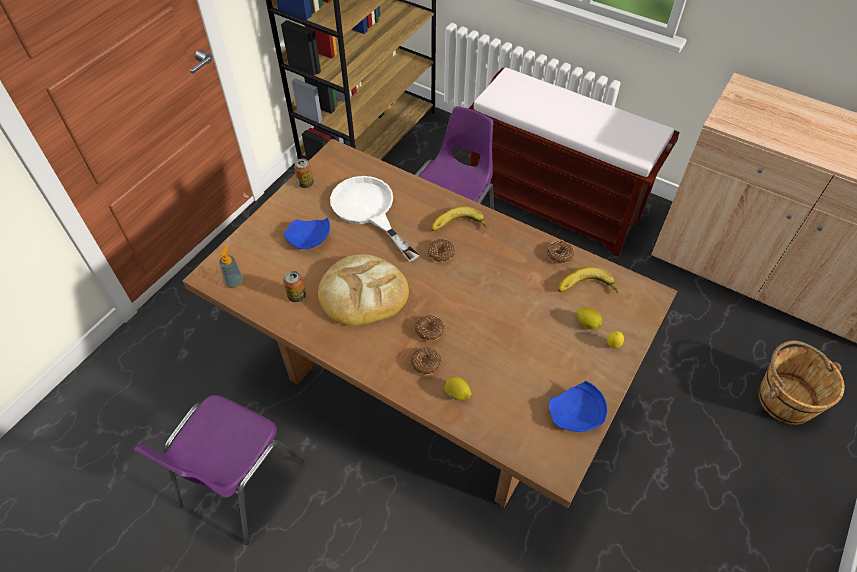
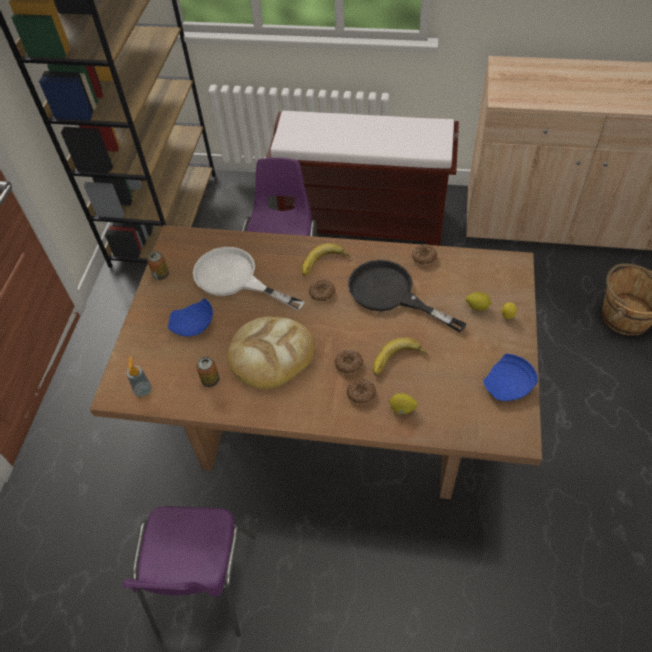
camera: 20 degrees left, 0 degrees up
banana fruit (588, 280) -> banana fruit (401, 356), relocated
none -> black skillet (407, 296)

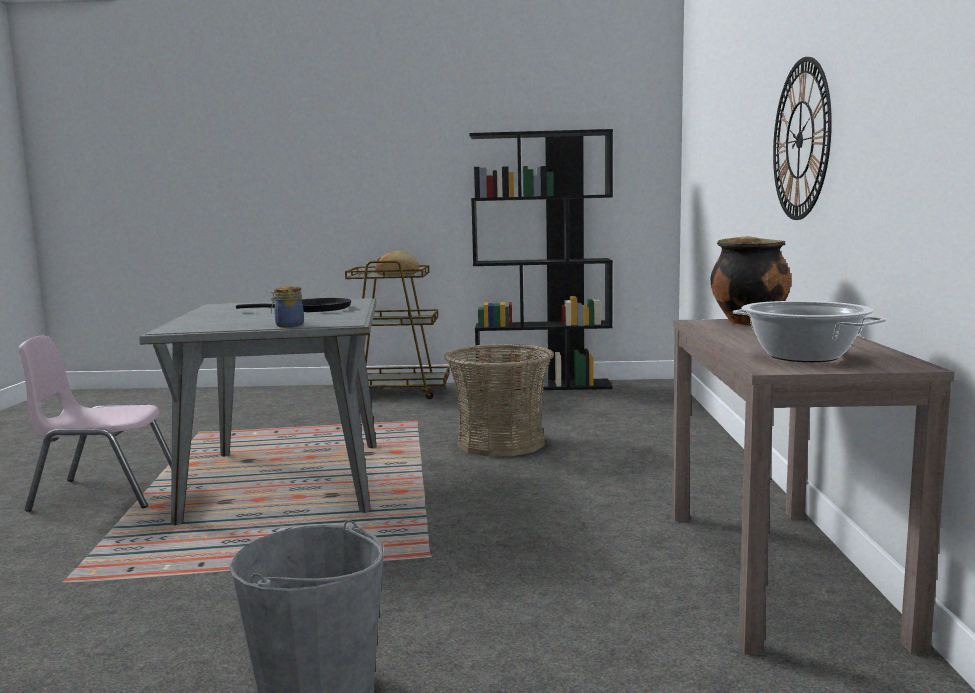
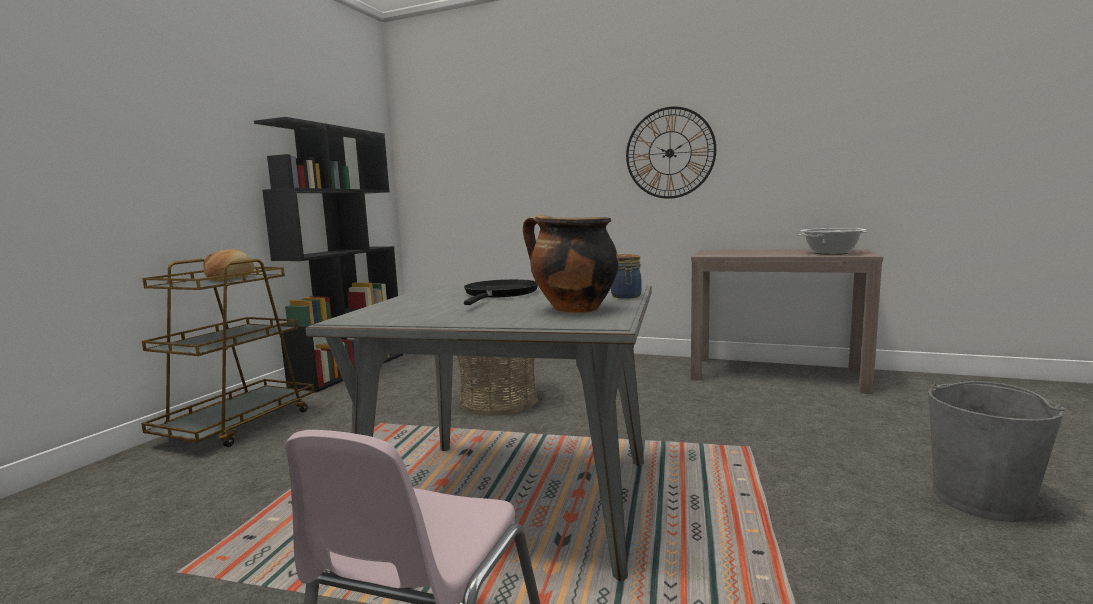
camera: 70 degrees left, 0 degrees up
saucepot (751, 280) -> saucepot (571, 264), relocated

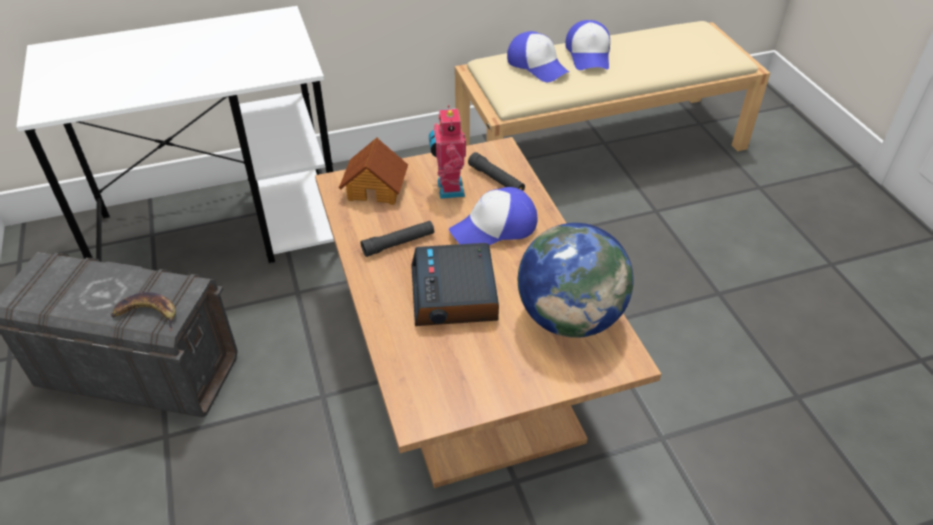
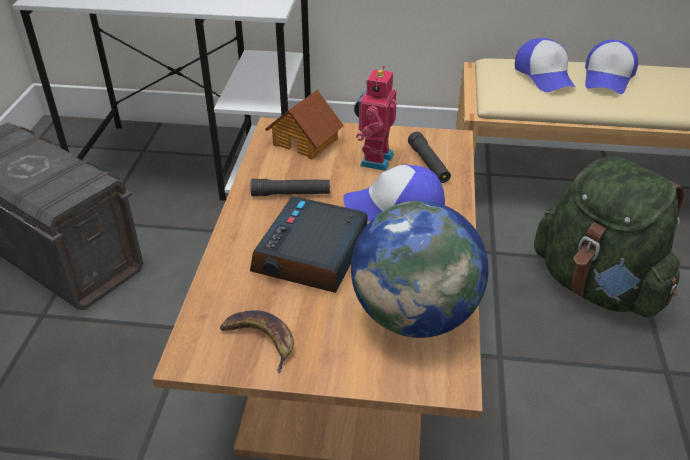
camera: 25 degrees right, 5 degrees down
banana fruit (143, 312) -> banana fruit (257, 342), relocated
none -> green-coloured rucksack (609, 237)

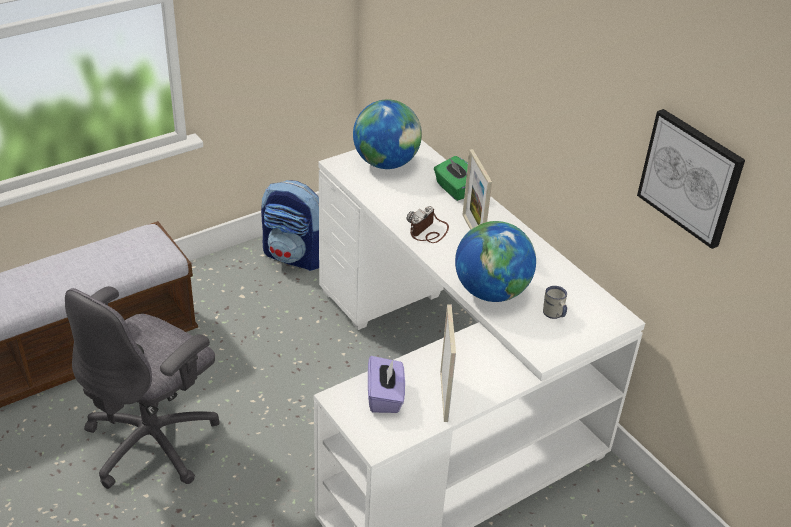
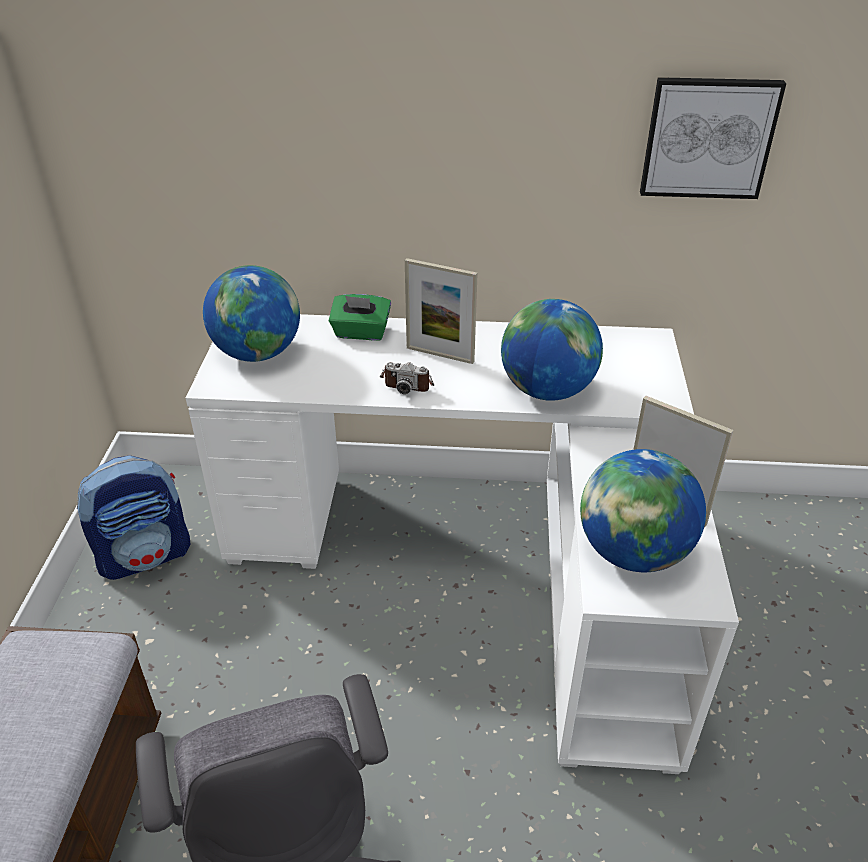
camera: 50 degrees left, 0 degrees up
purple tissue holder (386, 384) -> world globe (643, 510)
photo camera (428, 224) -> photo camera (406, 378), 60 degrees counterclockwise
white-coloured coffee mug (555, 302) -> none

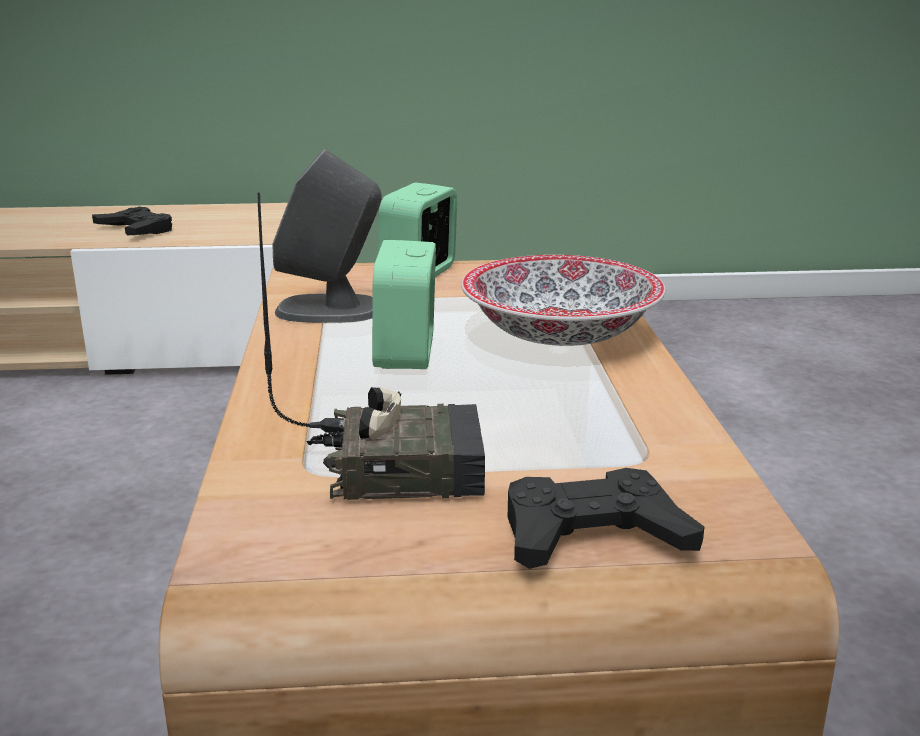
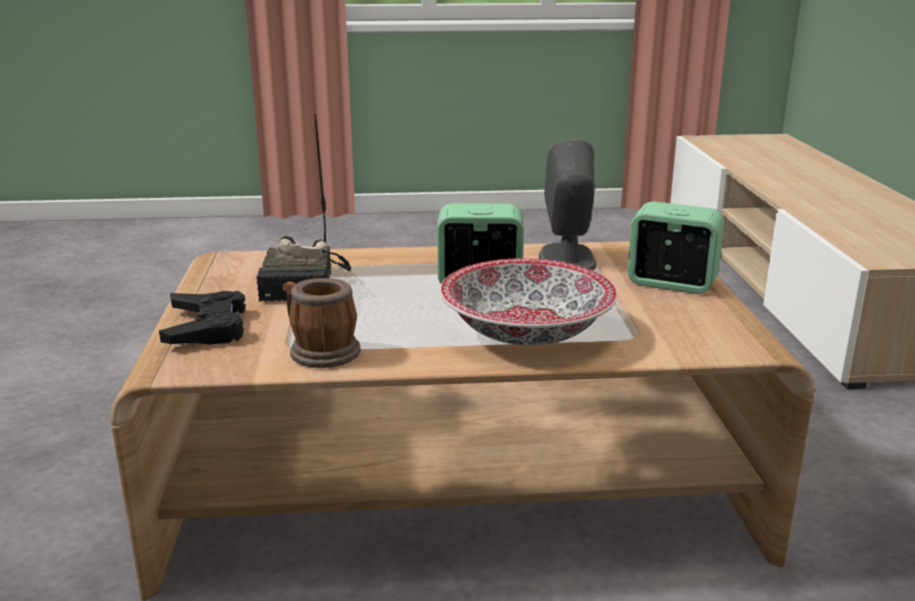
camera: 90 degrees right, 0 degrees up
black gamepad (132, 221) -> none
none -> coffee mug (322, 323)

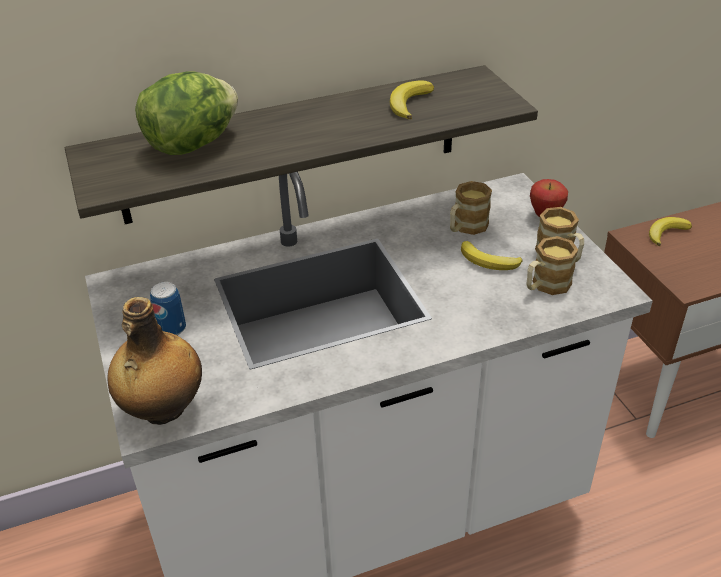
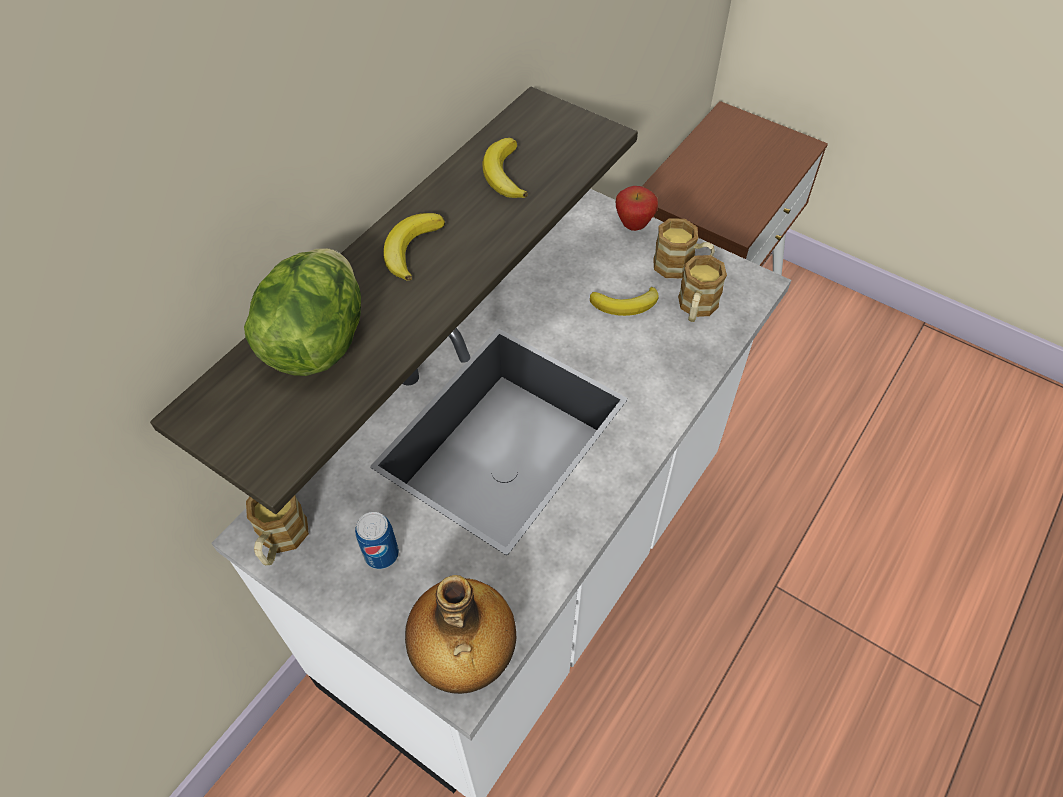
camera: 35 degrees left, 15 degrees up
coffee mug (471, 208) -> coffee mug (277, 530), relocated
banana fruit (670, 231) -> banana fruit (414, 247), relocated

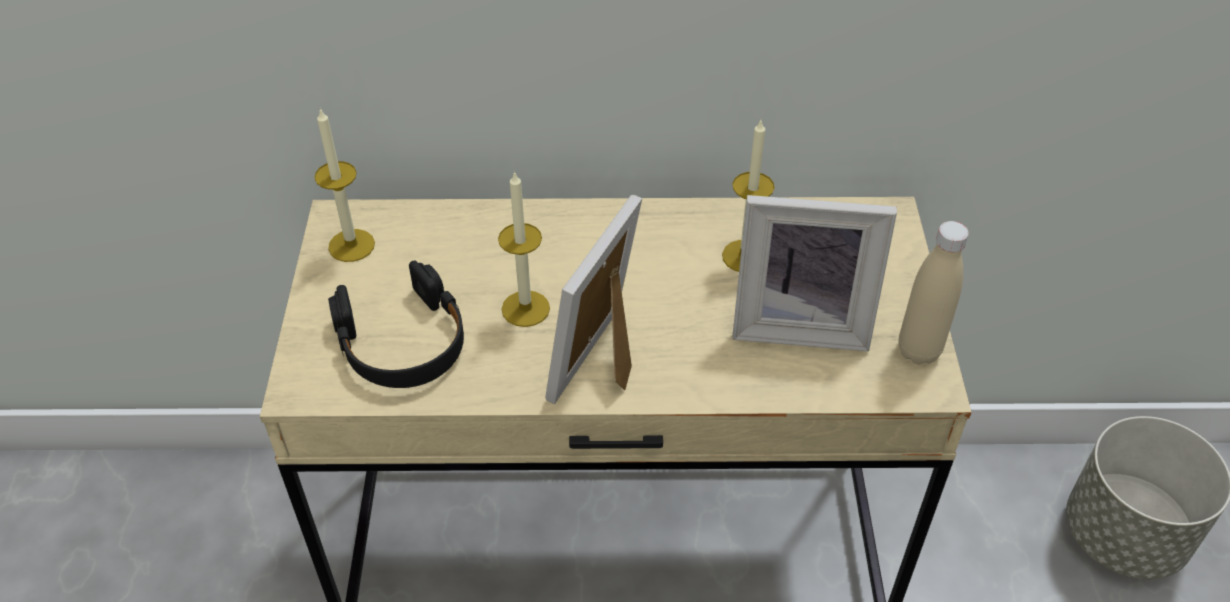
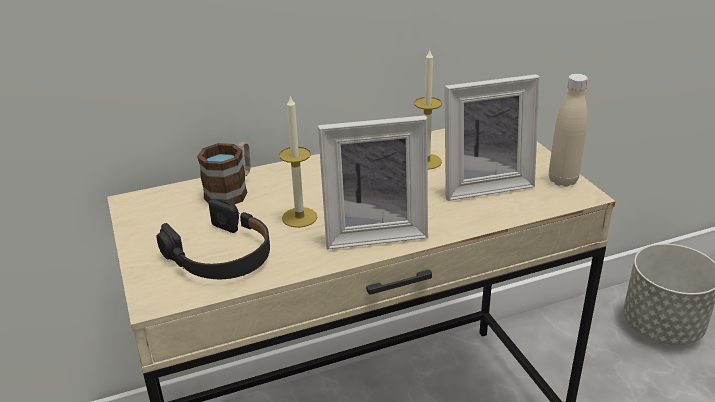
camera: 20 degrees left, 15 degrees down
candle (344, 185) -> none
standing frame (593, 299) -> standing frame (373, 182), 105 degrees counterclockwise
none -> coffee mug (224, 173)

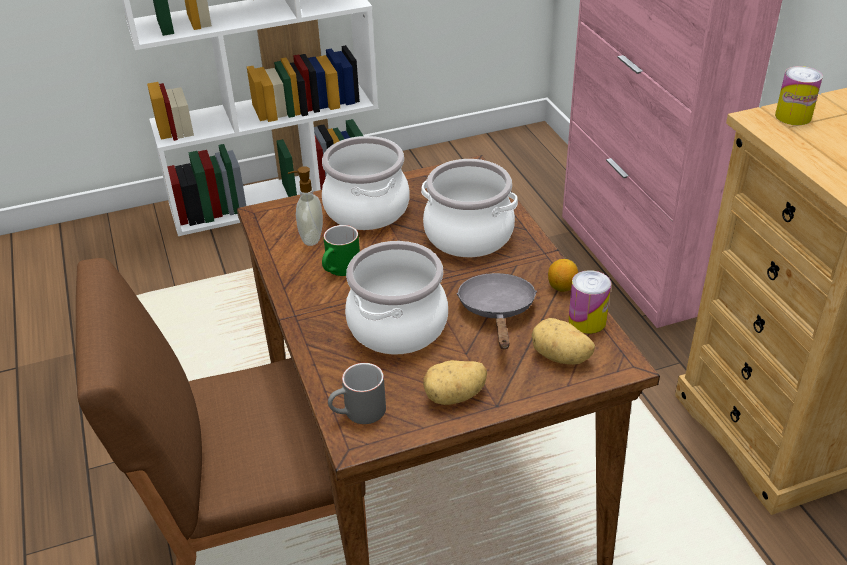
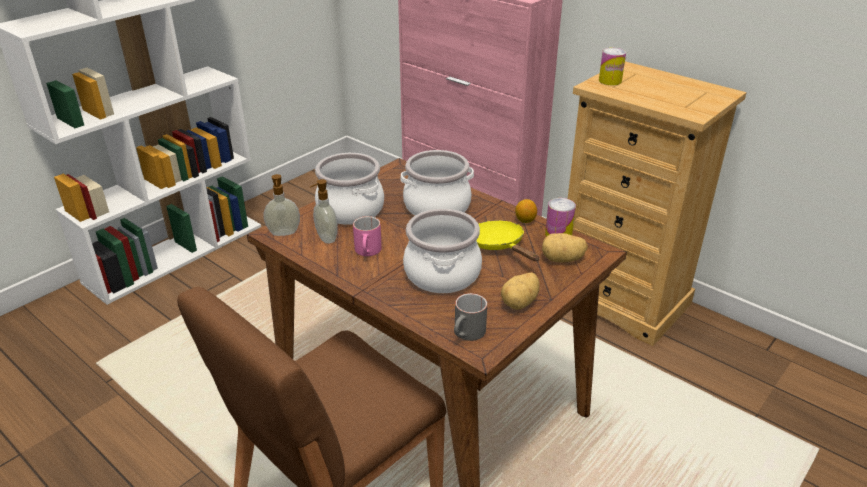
camera: 30 degrees left, 5 degrees down
green-coloured coffee mug (341, 250) -> pink-coloured coffee mug (367, 236)
greyish skillet (497, 311) -> yellowish skillet (507, 240)
none -> liquid soap bottle (282, 205)

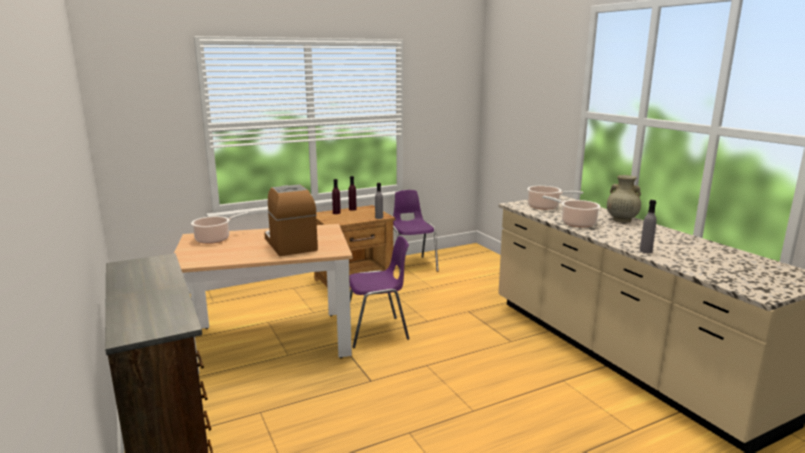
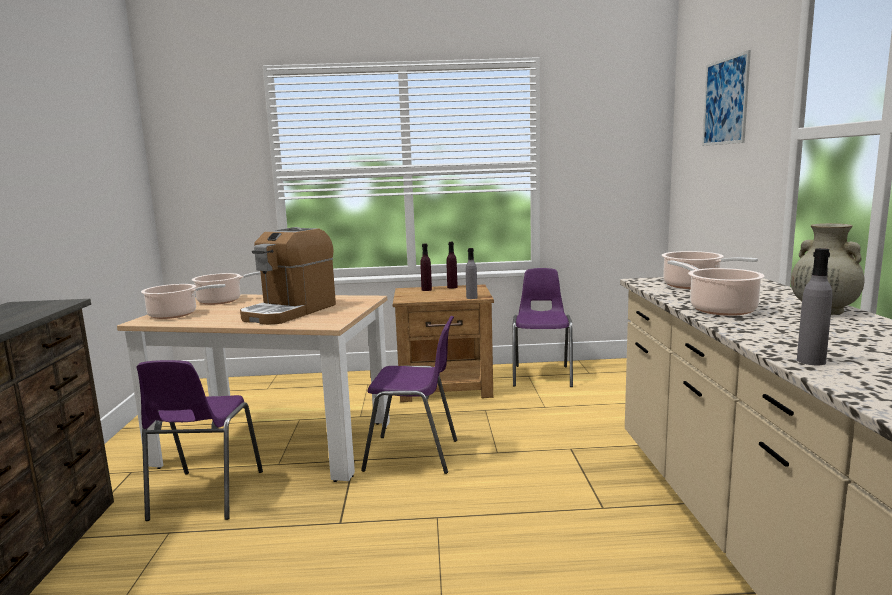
camera: 25 degrees right, 5 degrees down
coffee brewer (291, 220) -> coffee brewer (288, 276), 150 degrees counterclockwise
none -> purple upright chair (200, 440)
none -> saucepot (183, 301)
none -> wall art (726, 98)

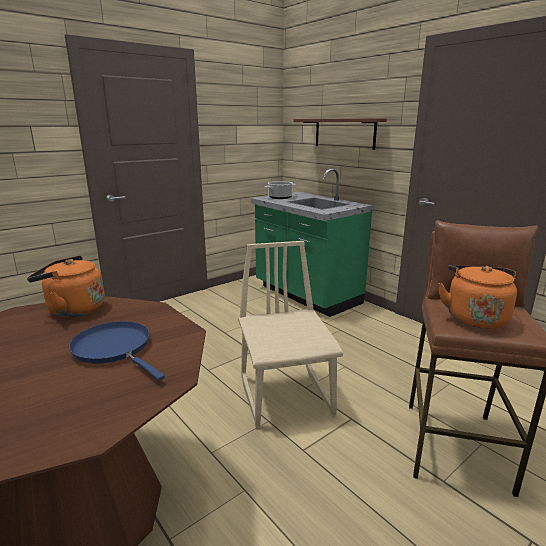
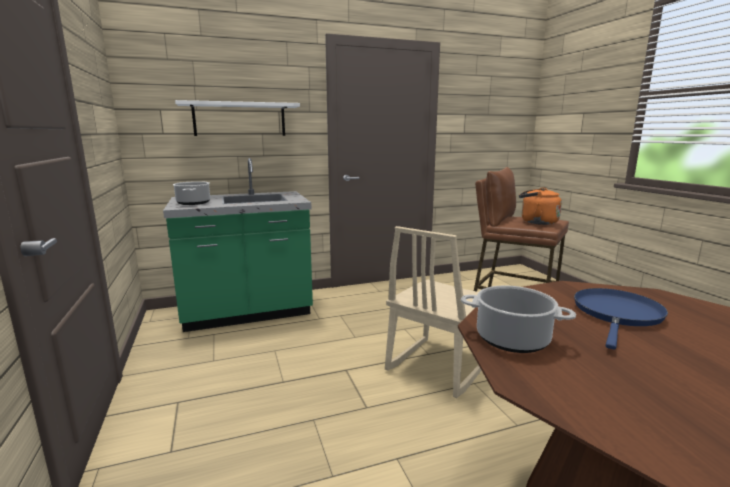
camera: 70 degrees left, 5 degrees down
orangey tea kettle (66, 286) -> saucepot (518, 319)
blue-coloured skillet (117, 351) -> blue-coloured skillet (621, 319), 150 degrees clockwise
sand-coloured upright chair (290, 334) -> sand-coloured upright chair (433, 312), 60 degrees counterclockwise
brownish bracket shelf (340, 134) -> white-coloured bracket shelf (237, 118)

